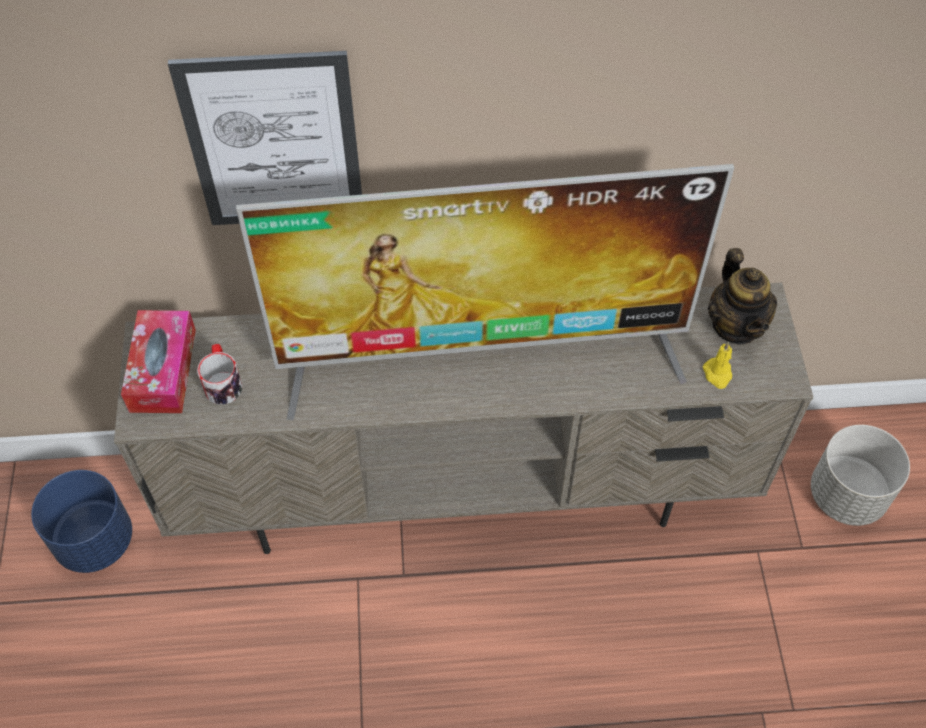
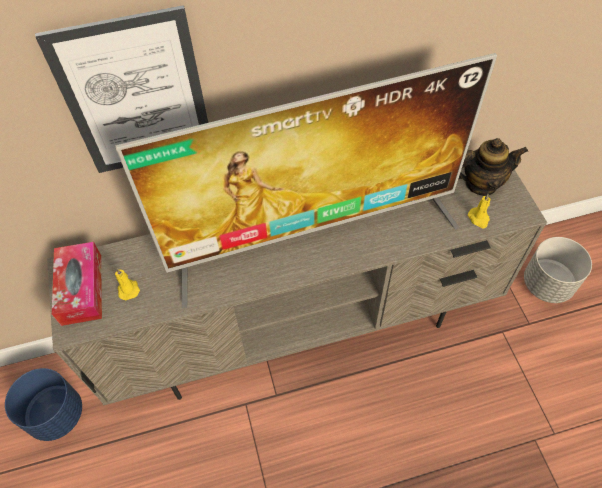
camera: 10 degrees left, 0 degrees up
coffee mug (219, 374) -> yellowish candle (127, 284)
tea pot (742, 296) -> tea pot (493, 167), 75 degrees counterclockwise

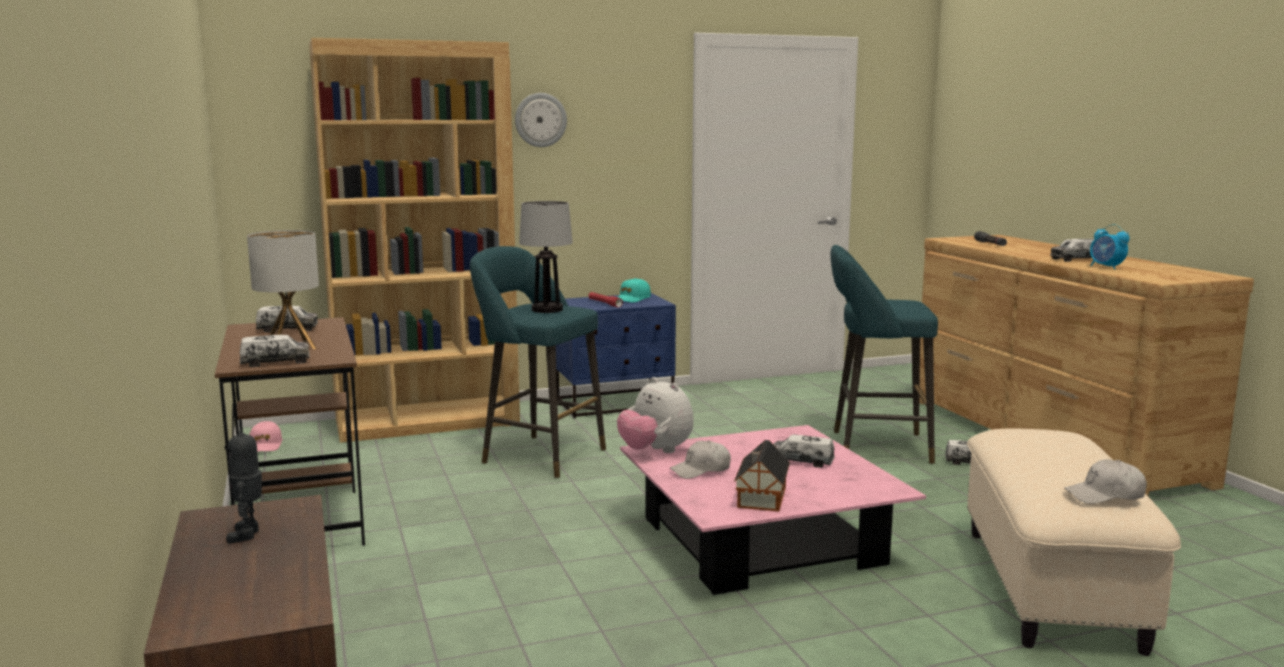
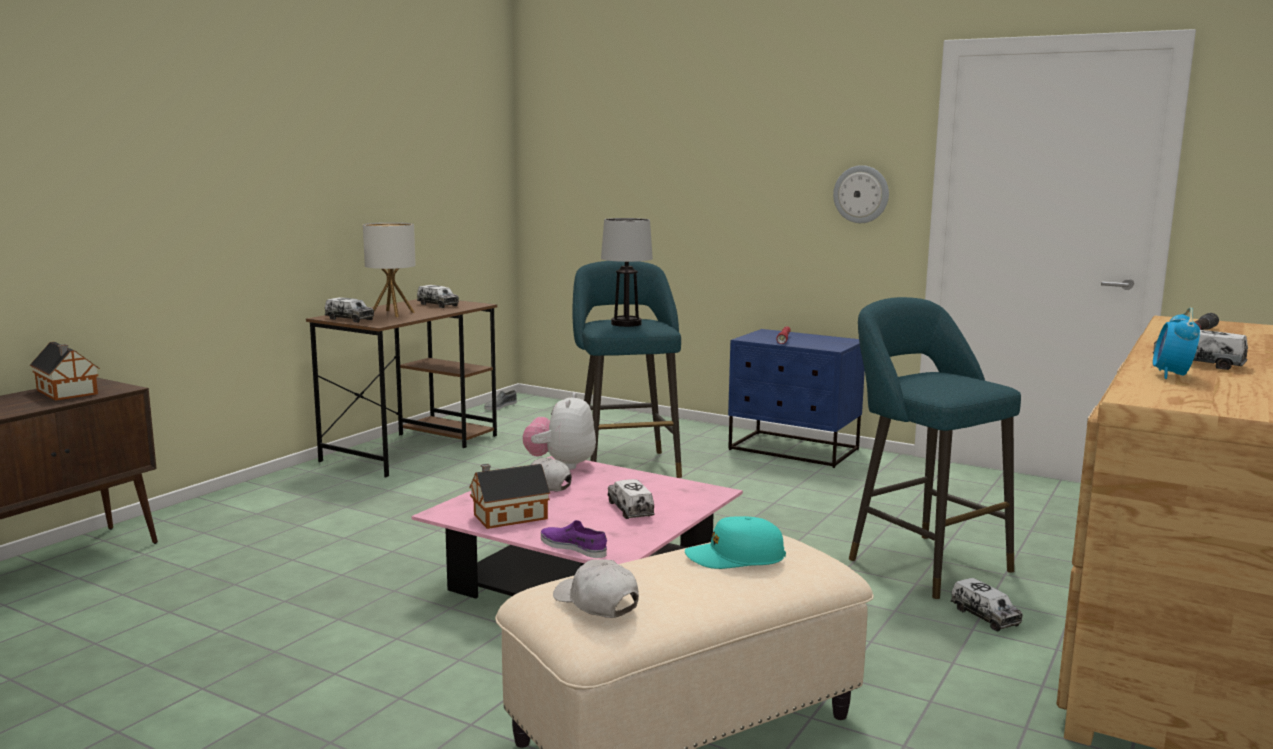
camera: 50 degrees right, 0 degrees up
model robot (244, 481) -> toy house (65, 371)
pink-coloured cap (265, 436) -> greyish shoe (500, 400)
brownish bookcase (414, 240) -> none
clock on the wall (541, 120) -> clock on the wall (861, 194), relocated
blue-green cap (634, 290) -> blue-green cap (735, 542), relocated
none -> purple shoe (574, 539)

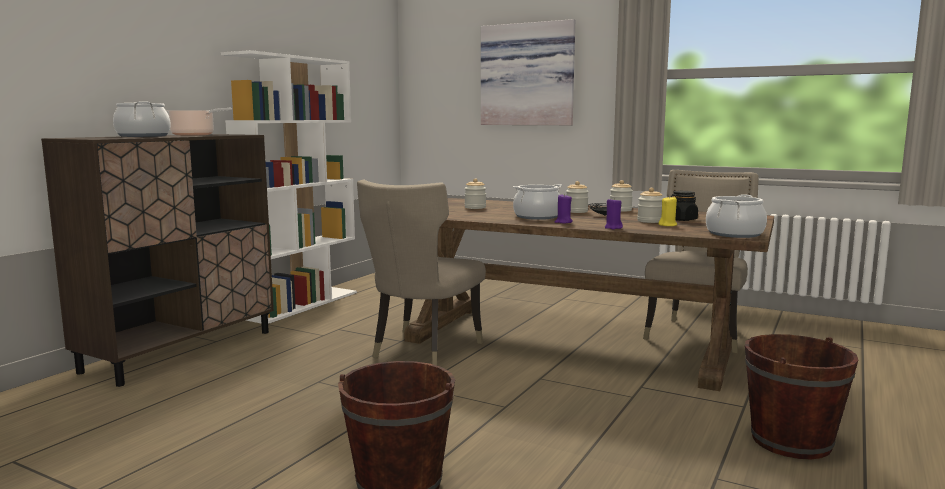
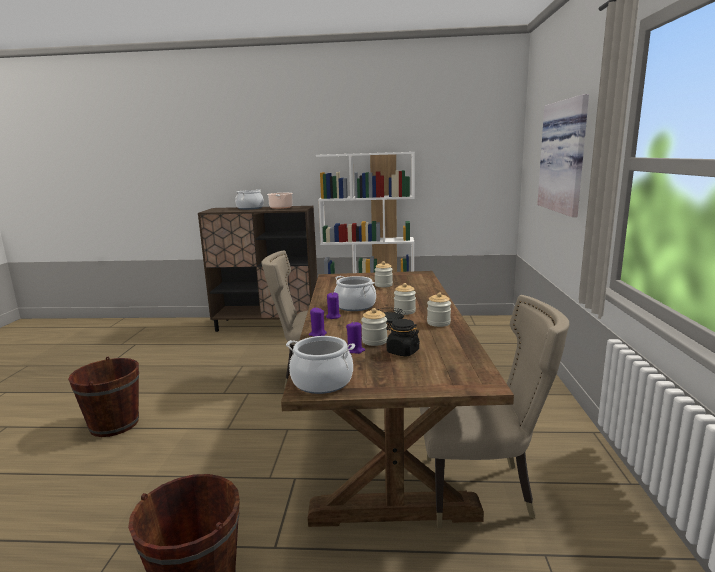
camera: 65 degrees right, 5 degrees up
yellowish candle (667, 211) -> purple candle (355, 338)

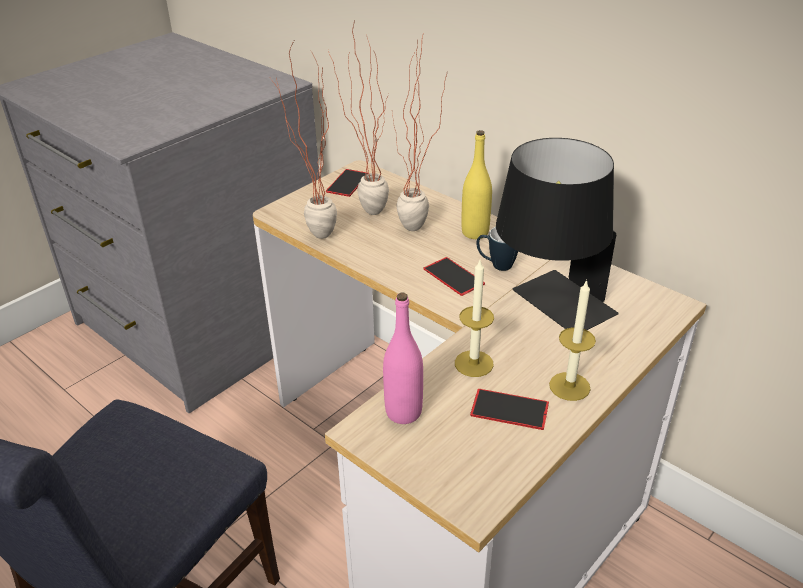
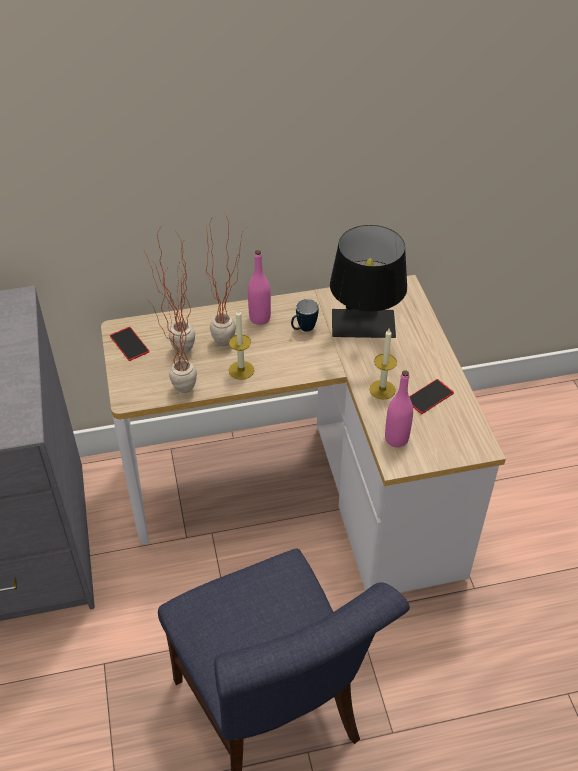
camera: 55 degrees left, 10 degrees up
phone (454, 276) -> none
yellowish bottle (476, 184) -> pink-coloured bottle (259, 287)
candle (572, 340) -> candle (241, 344), relocated

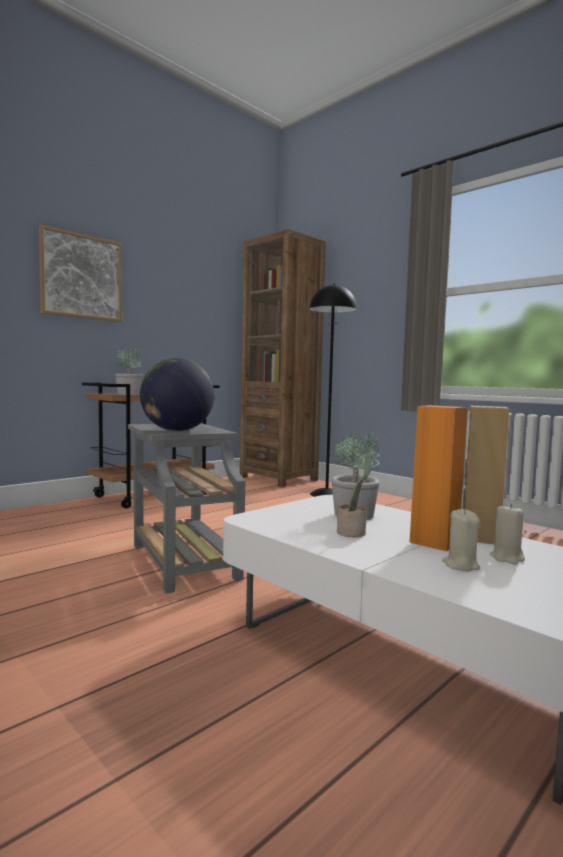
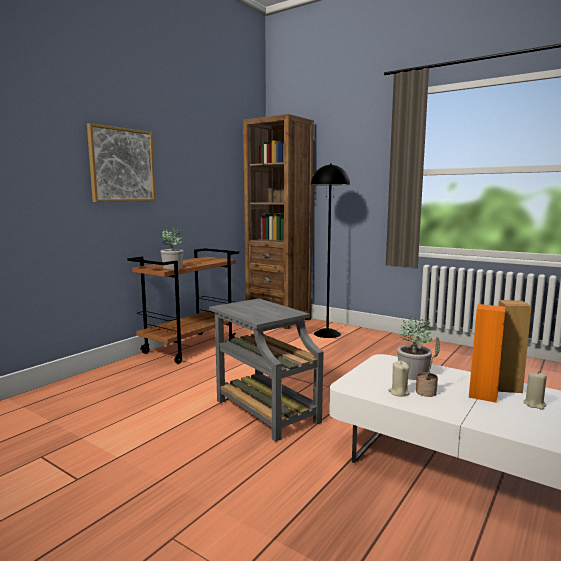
camera: 10 degrees left, 5 degrees up
world globe (177, 394) -> none
sand-coloured candle (461, 540) -> sand-coloured candle (399, 379), relocated

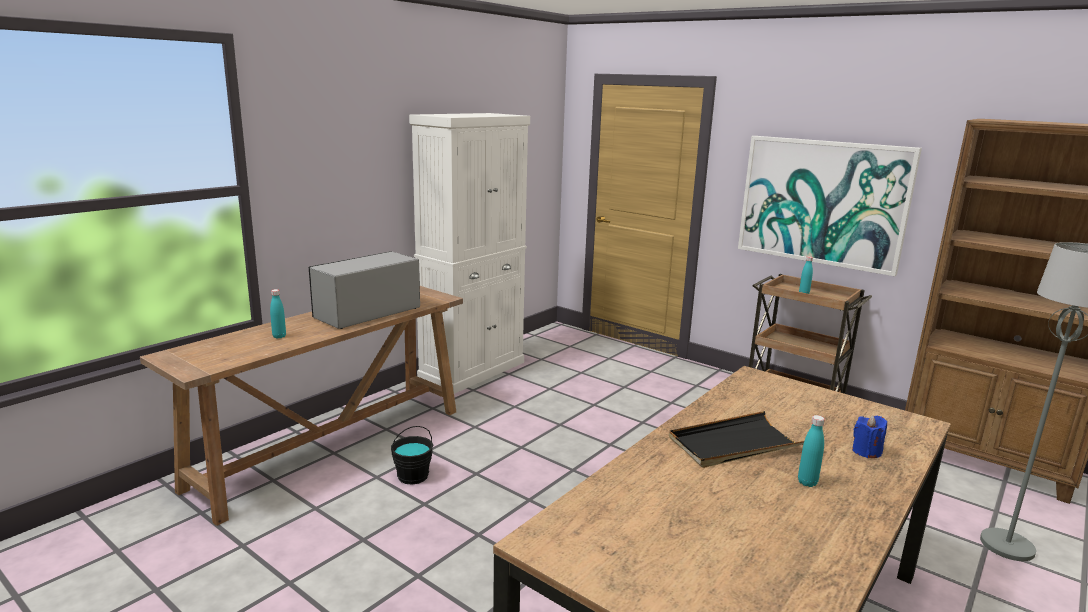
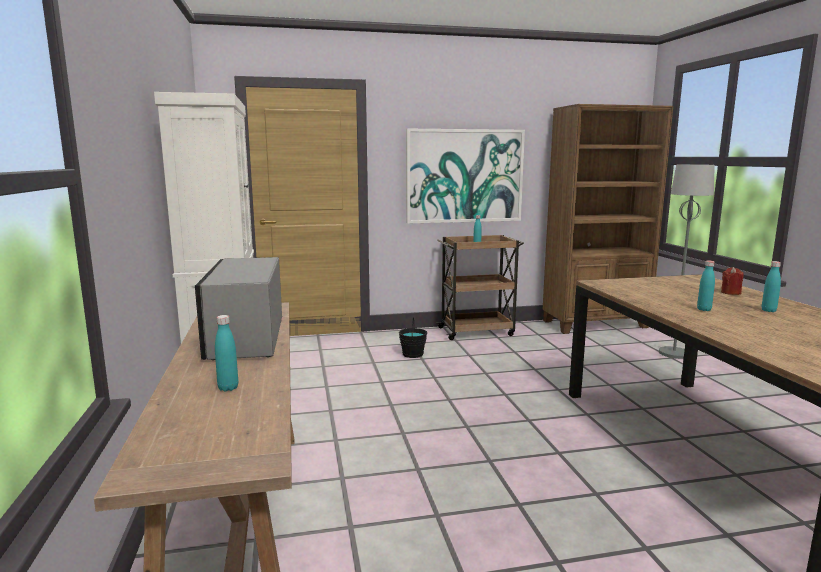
camera: 50 degrees left, 5 degrees down
black bucket (412, 455) -> black bucket (413, 337), relocated
black tray (736, 439) -> blue-green bottle (706, 285)
blue-coloured candle (869, 436) -> red candle (732, 281)

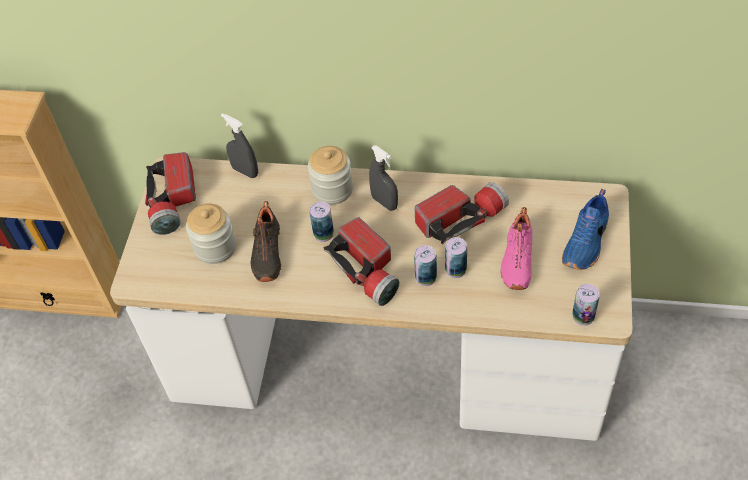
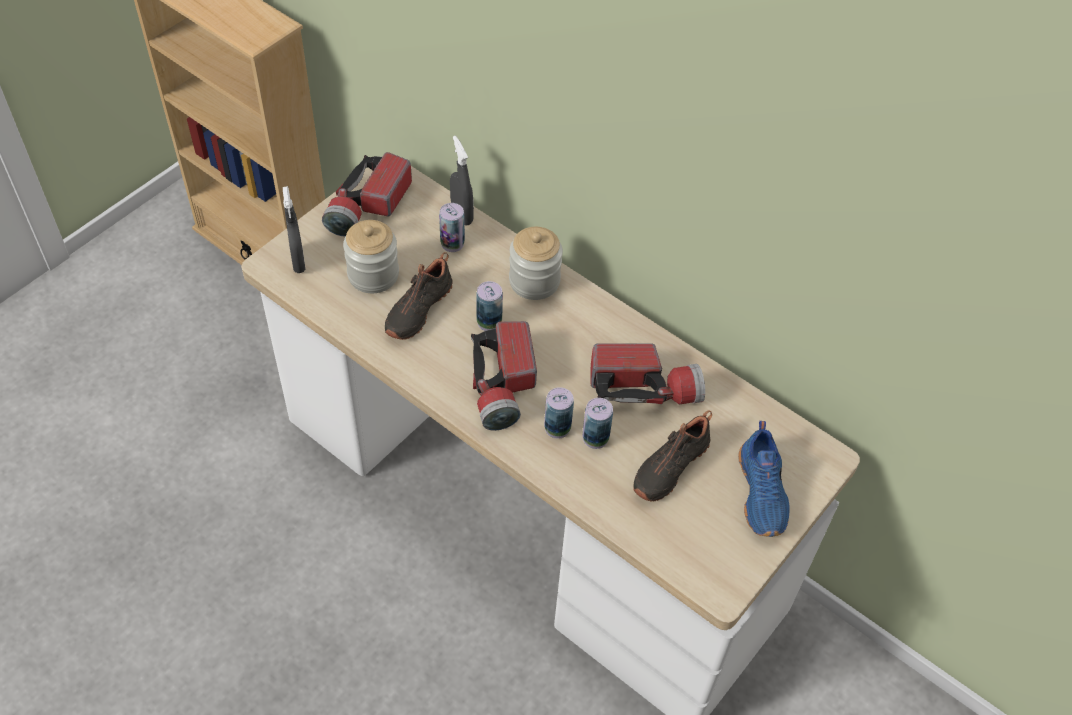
camera: 25 degrees right, 0 degrees up
greyish sprayer (383, 178) -> greyish sprayer (294, 229), relocated
pink-coloured shoe (516, 248) -> black shoe (672, 456)
blue-coloured shoe (585, 229) -> blue-coloured shoe (764, 479), 60 degrees counterclockwise
metal can (586, 305) -> metal can (452, 227), relocated

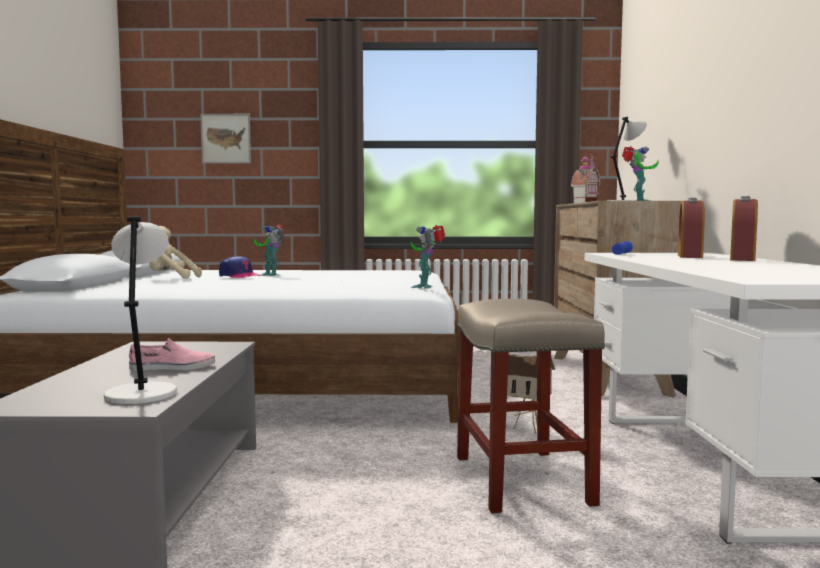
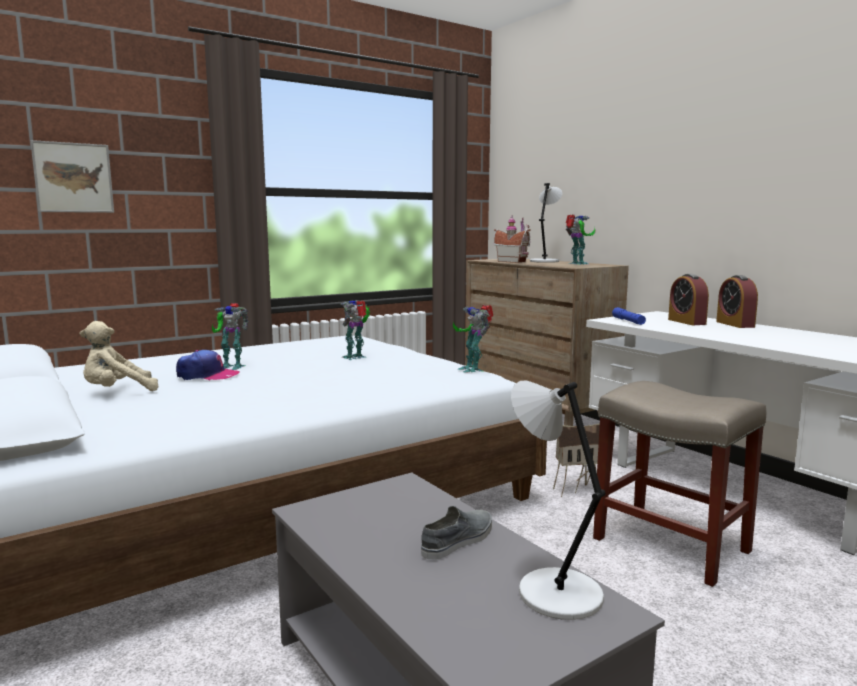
camera: 35 degrees left, 5 degrees up
pink-coloured shoe (172, 354) -> greyish shoe (456, 533)
none -> model robot (355, 330)

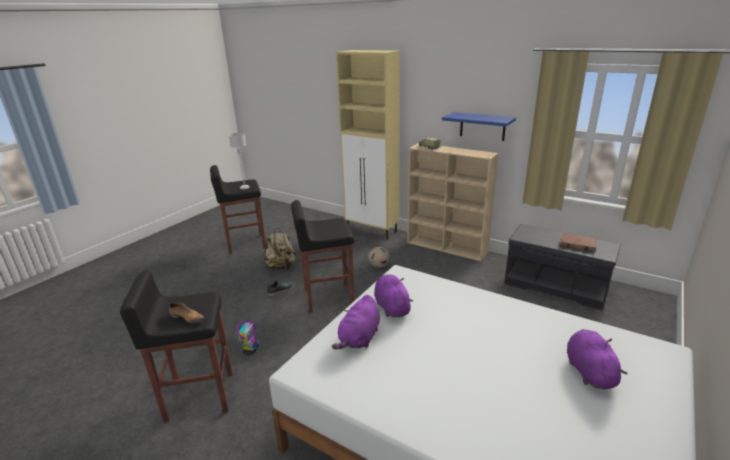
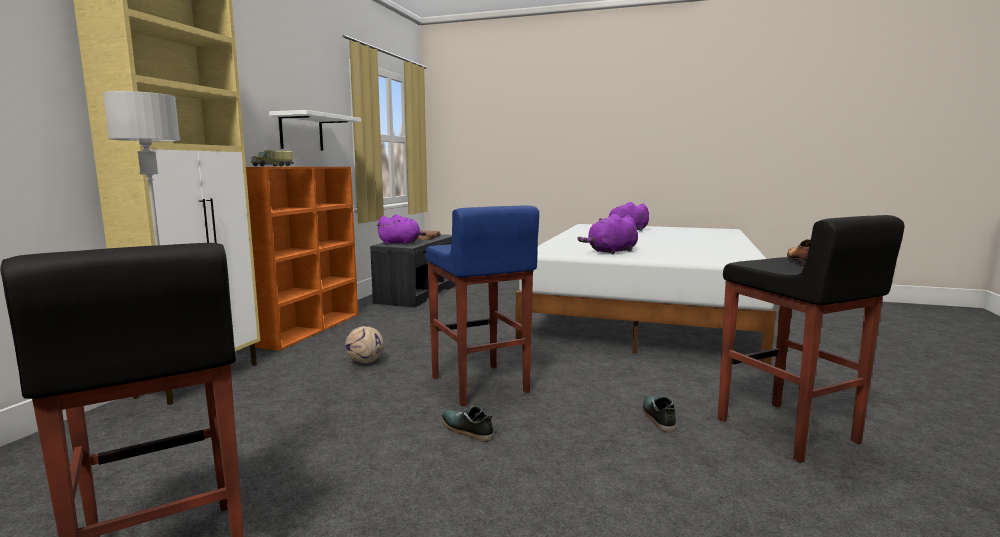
camera: 105 degrees left, 15 degrees down
model robot (247, 337) -> shoe (659, 414)
sand-coloured rucksack (279, 249) -> none
black stool seat (322, 256) -> blue-coloured stool seat (482, 306)
purple plush toy (356, 322) -> purple plush toy (401, 229), relocated
sand-coloured bookcase (452, 202) -> orangey bookcase (302, 259)
blue-coloured bracket shelf (479, 126) -> white-coloured bracket shelf (315, 130)

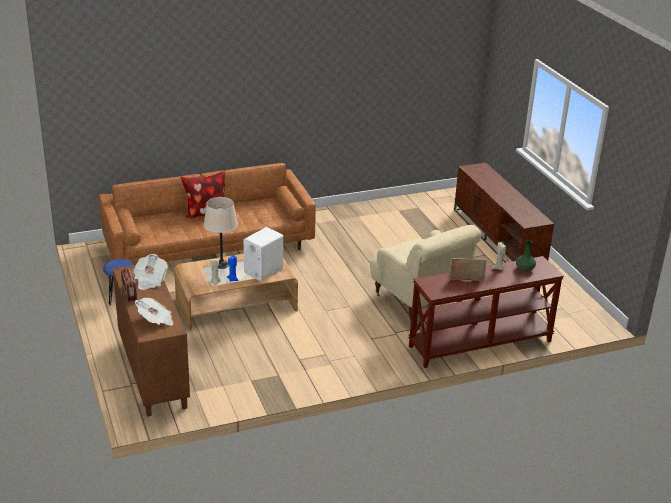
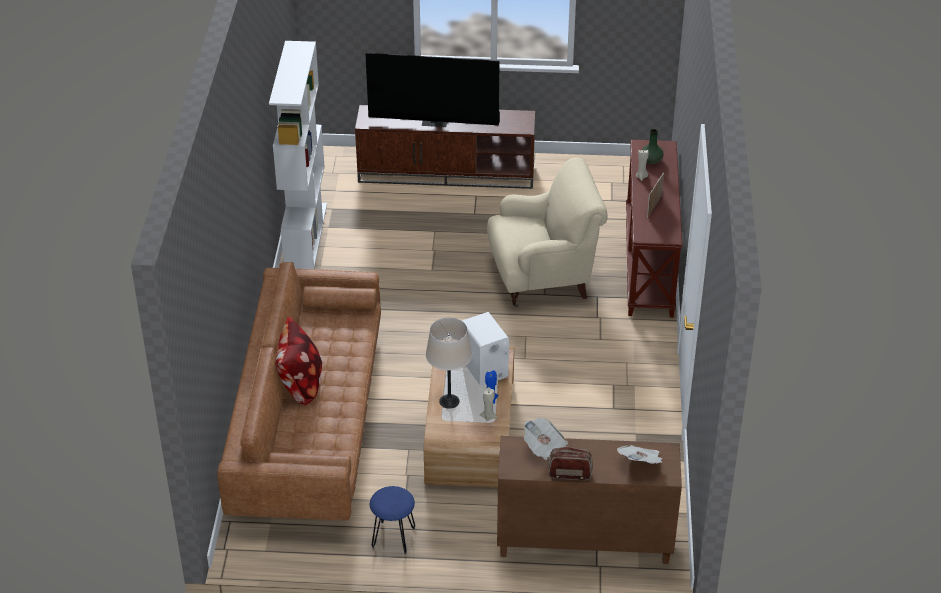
camera: 65 degrees left, 10 degrees up
none -> white-coloured bookcase (298, 155)
none -> television (432, 90)

